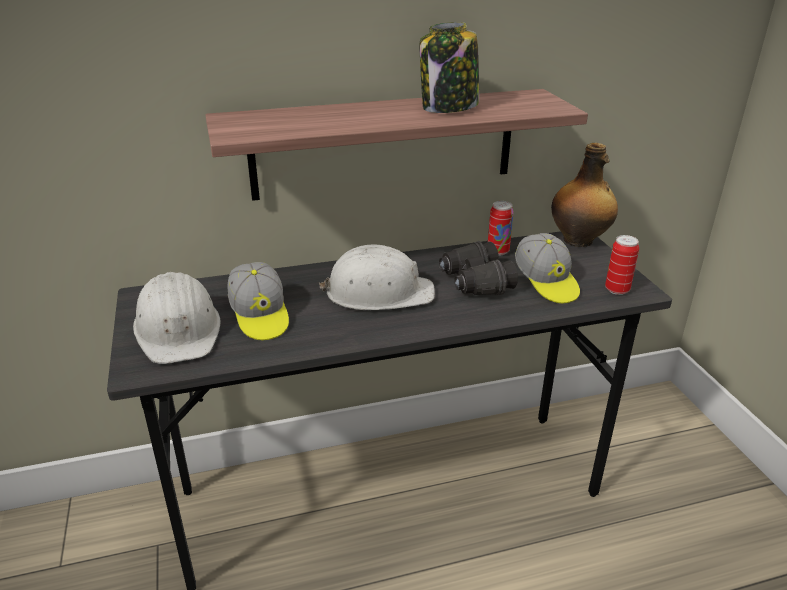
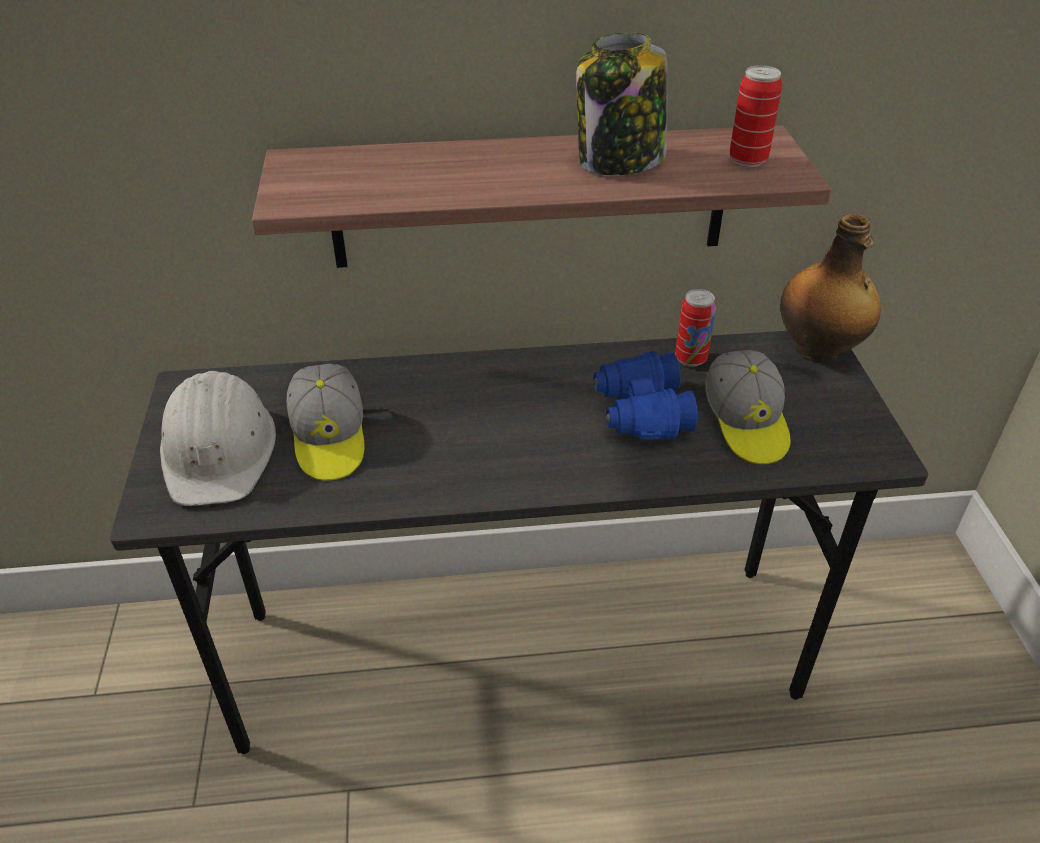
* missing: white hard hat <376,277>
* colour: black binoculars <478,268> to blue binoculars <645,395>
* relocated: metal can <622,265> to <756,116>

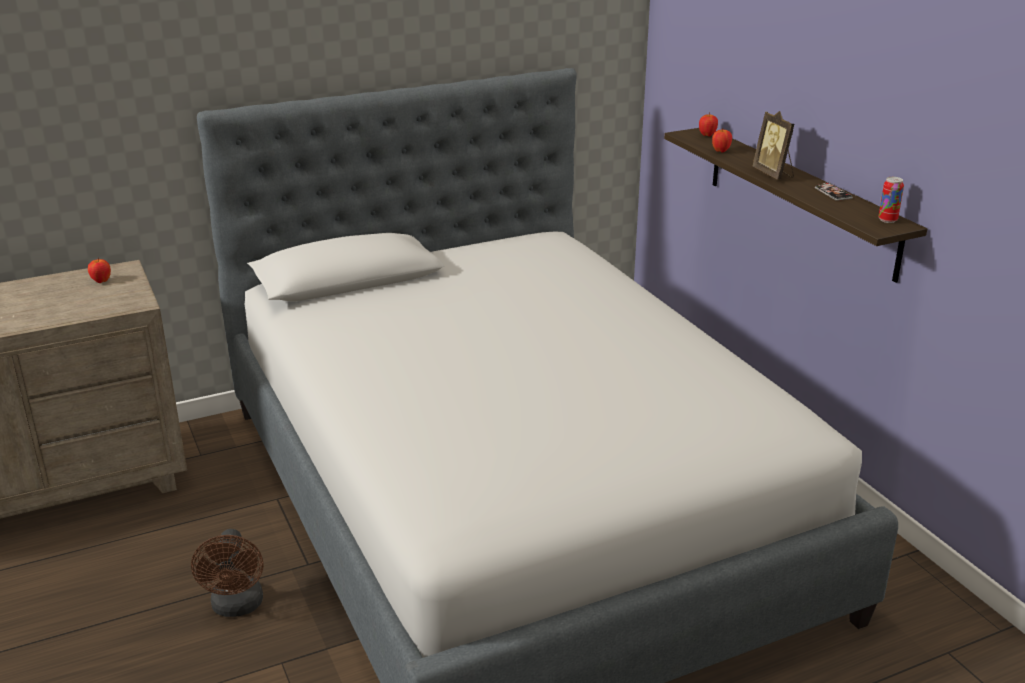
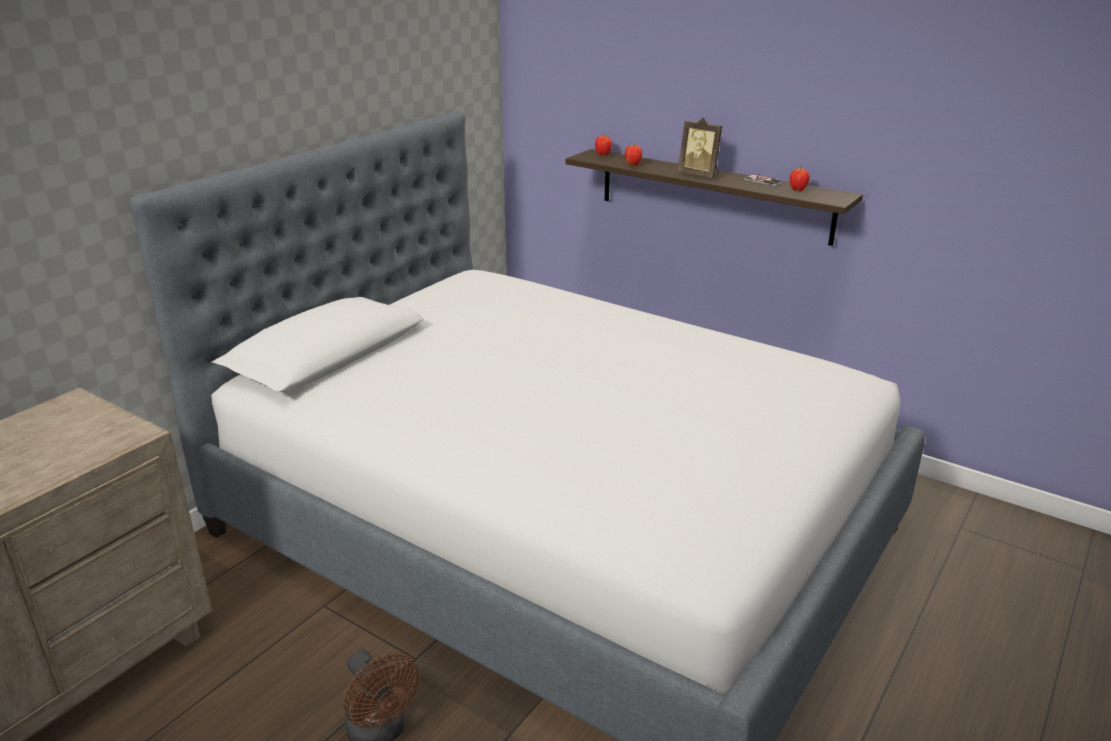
* relocated: whole apple <99,270> to <800,180>
* missing: metal can <891,200>

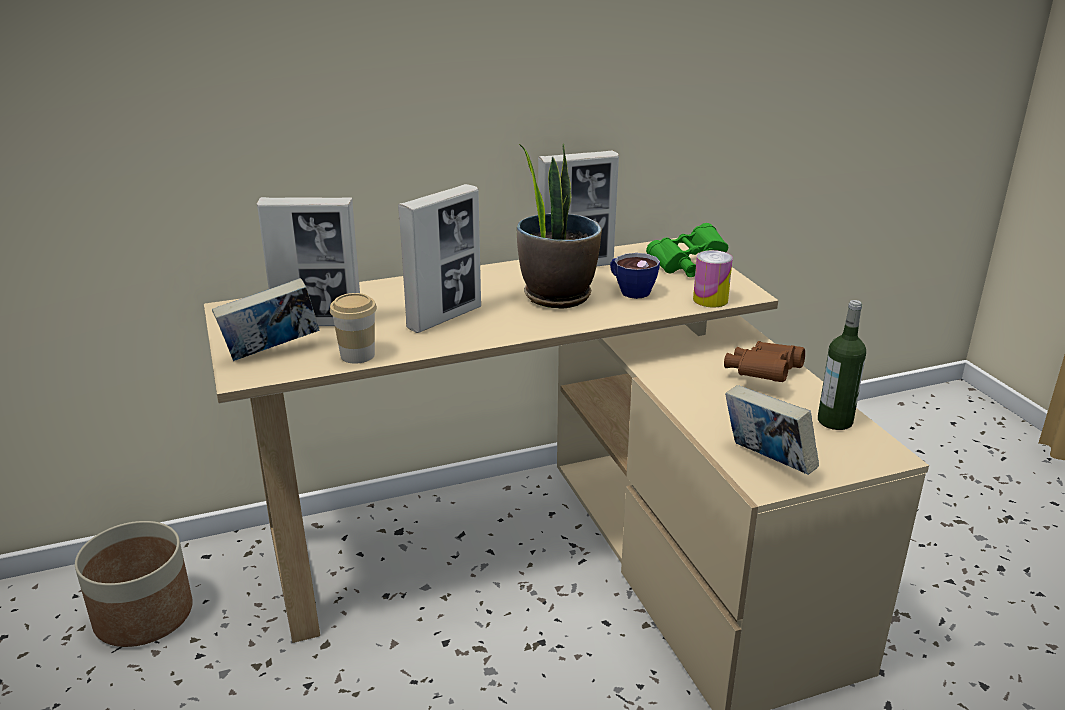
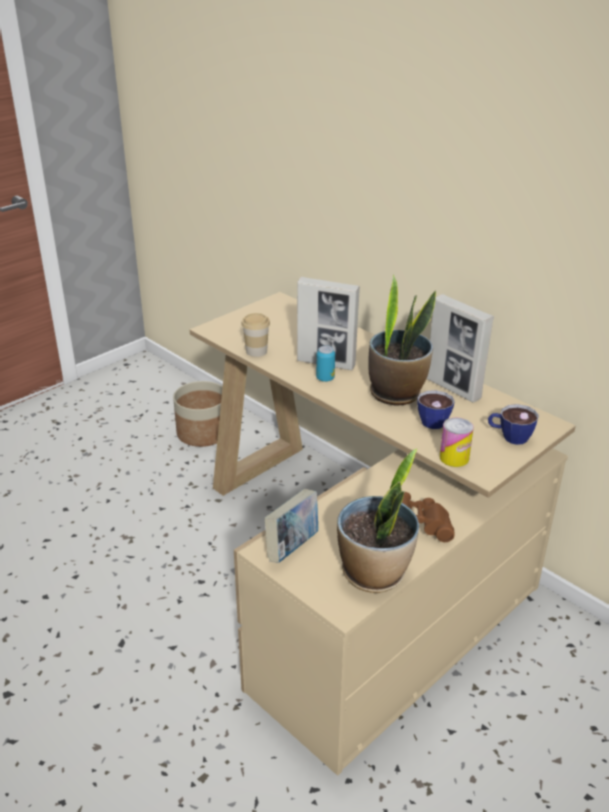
* missing: volume <265,319>
* missing: photo frame <308,261>
* exchanged: green-coloured binoculars <687,250> to drinking cup <513,424>
* exchanged: beverage bottle <842,365> to houseplant <378,521>
* appeared: metal can <325,364>

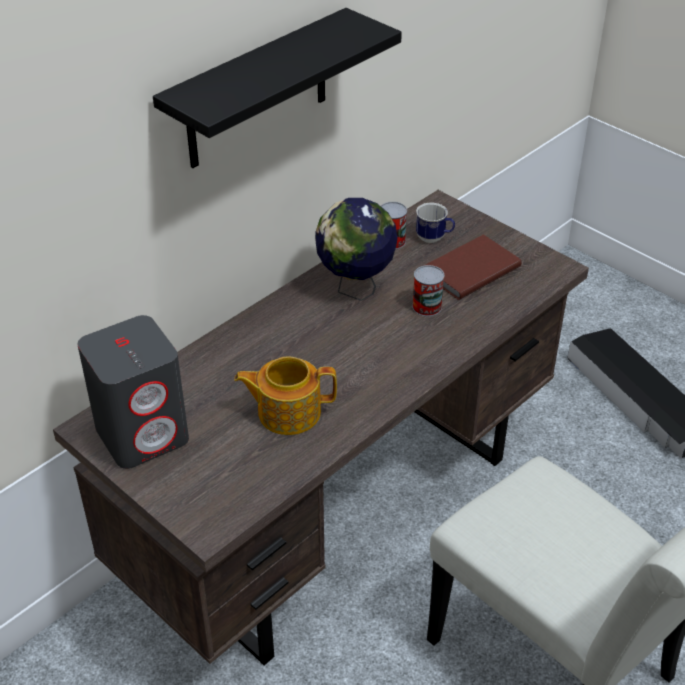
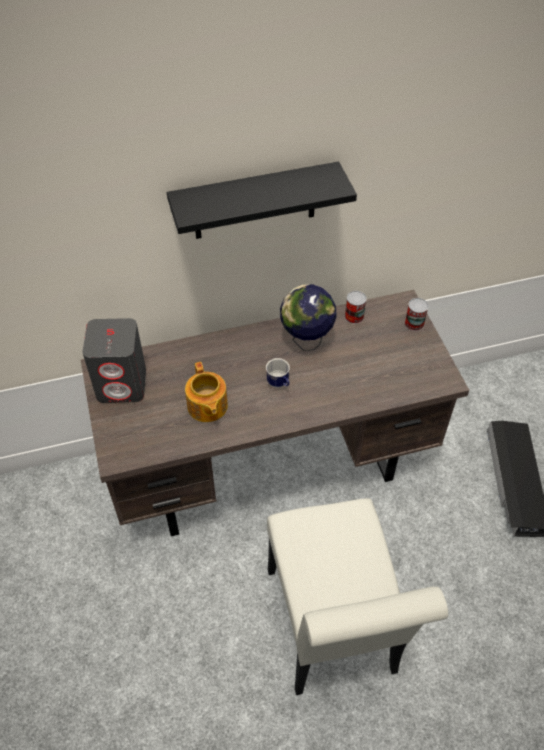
* spun: pot for tea <285,395> = <206,392> 135 degrees counterclockwise
* relocated: metal can <428,290> to <417,314>
* relocated: coffee mug <435,223> to <278,373>
* missing: brown-coloured volume <472,267>

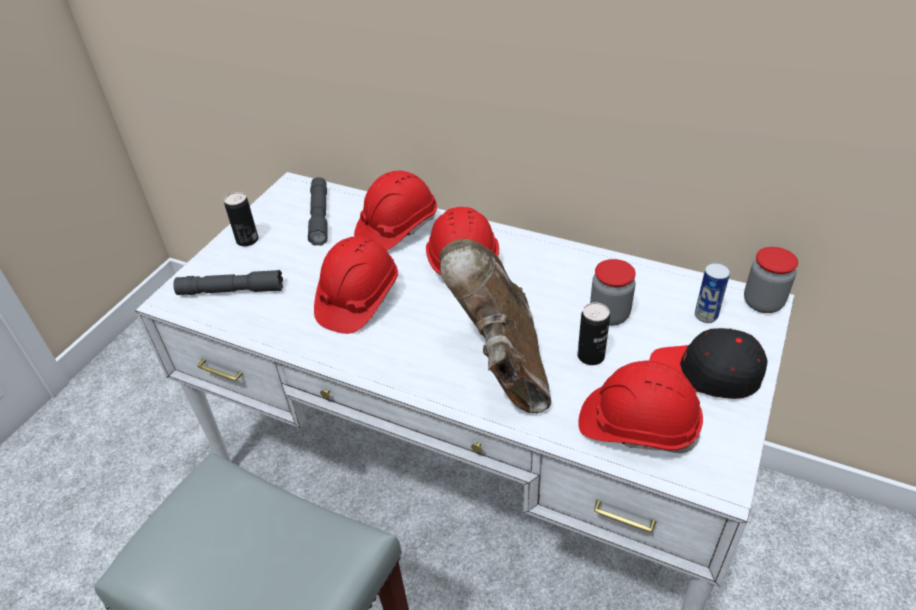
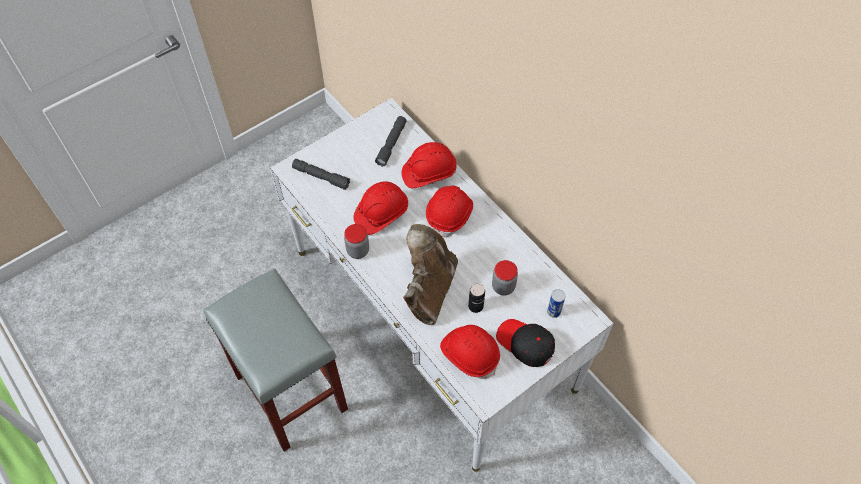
* missing: metal can <241,219>
* relocated: jar <771,280> to <356,241>

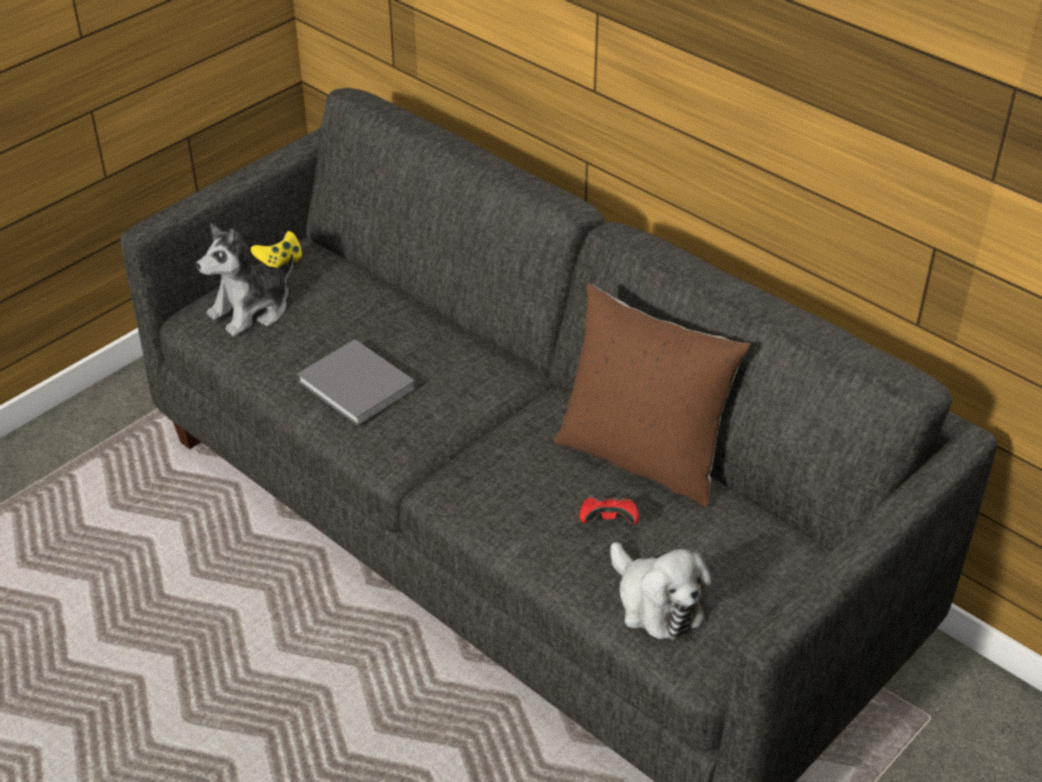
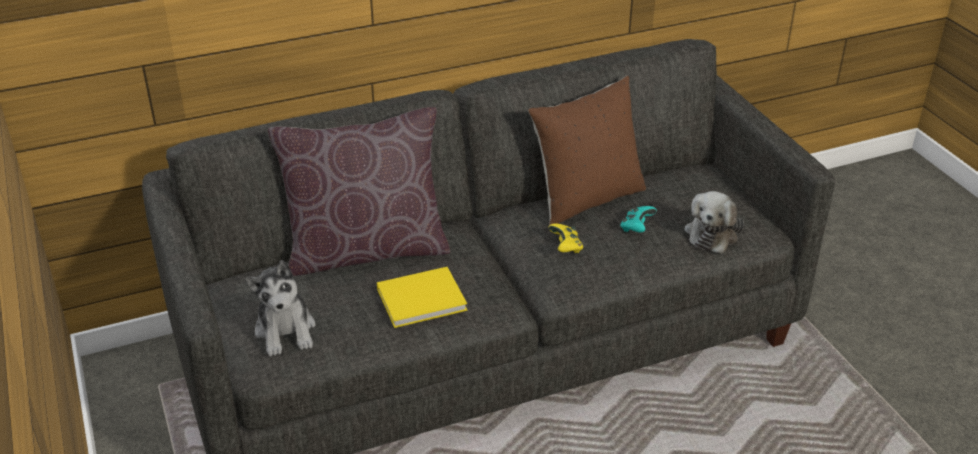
* relocated: yellow gamepad <276,249> to <565,238>
* colour: greyish volume <356,382> to yellow volume <422,297>
* colour: red-coloured gamepad <609,509> to turquoise gamepad <638,219>
* spun: soft toy <660,591> = <714,222> 120 degrees clockwise
* appeared: brown-coloured pillow <359,191>

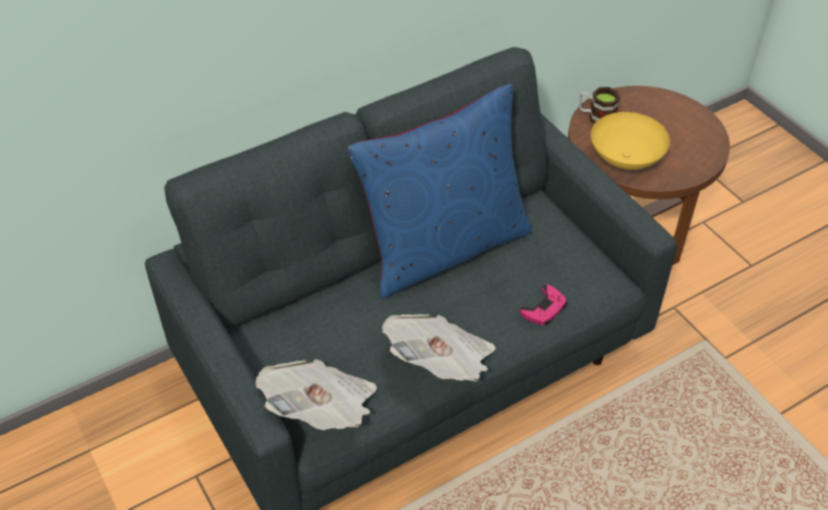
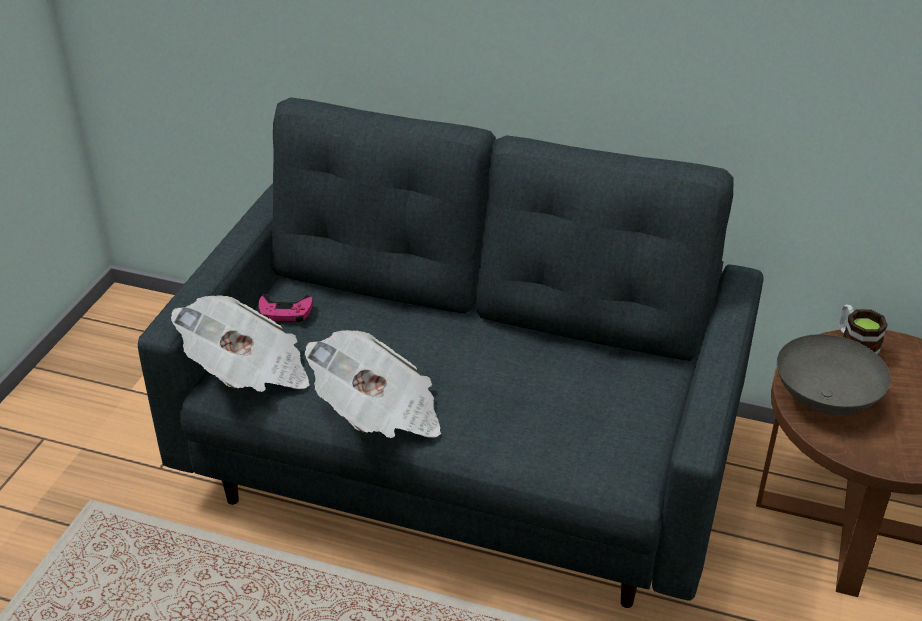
* missing: blue pillow <439,191>
* relocated: pink-coloured gamepad <543,305> to <286,308>
* colour: yellow serving bowl <630,141> to greyish serving bowl <834,374>

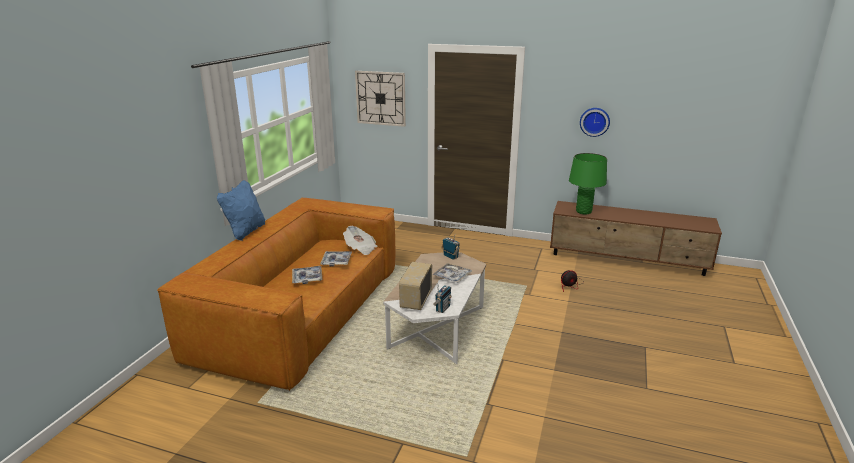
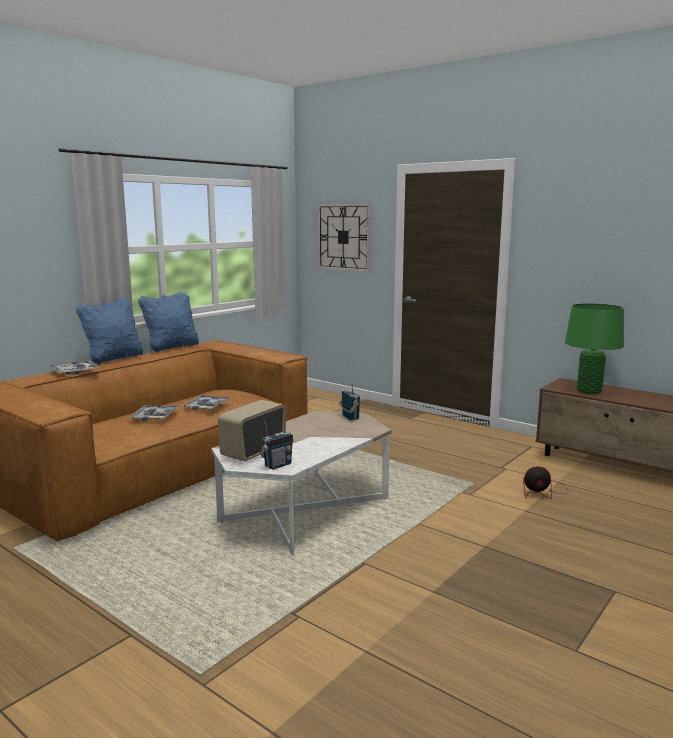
* missing: daily paper <360,240>
* relocated: serving tray <452,273> to <75,367>
* missing: hanging clock <595,122>
* appeared: blue pillow <168,322>

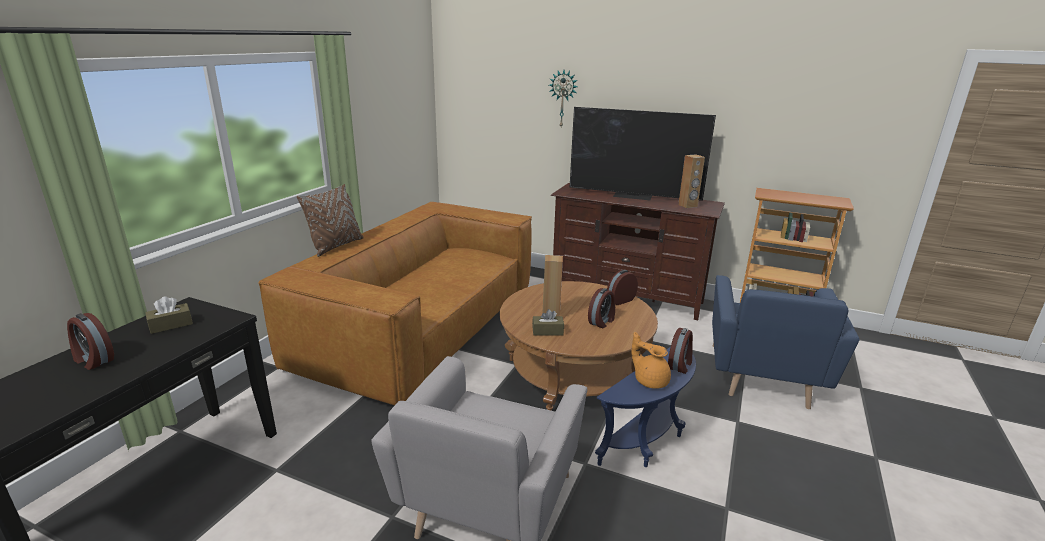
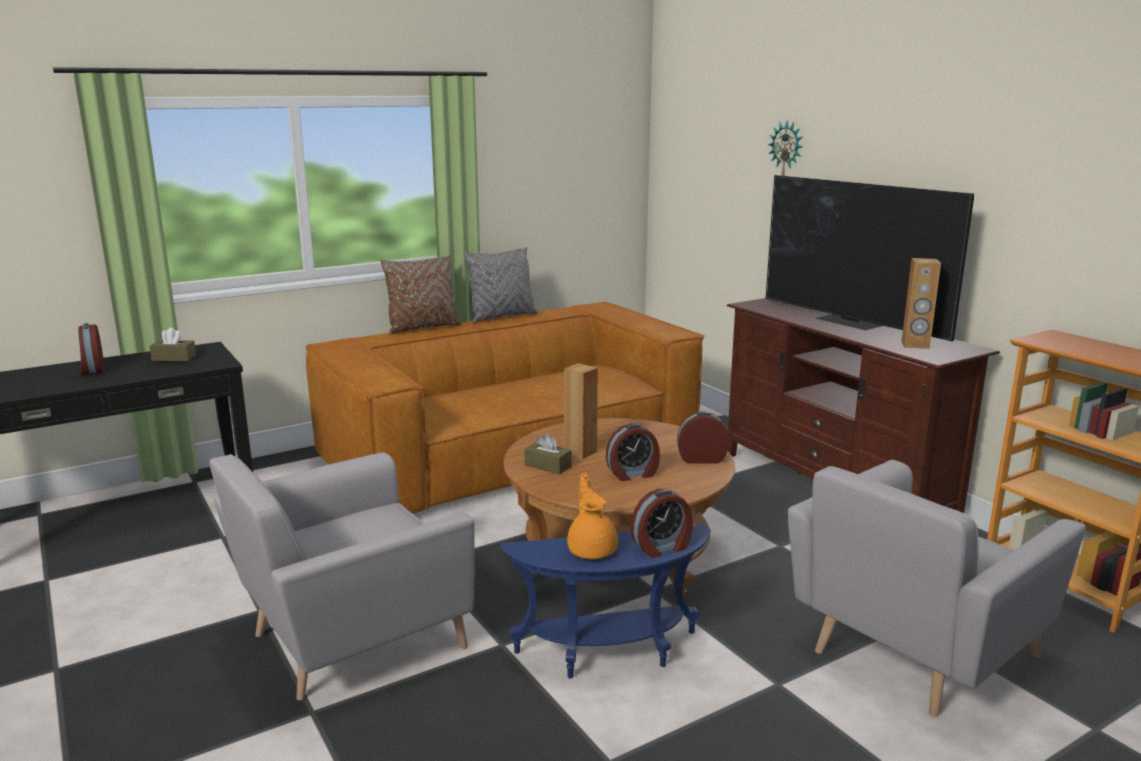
* colour: blue armchair <786,342> to greyish armchair <937,588>
* appeared: greyish pillow <500,285>

